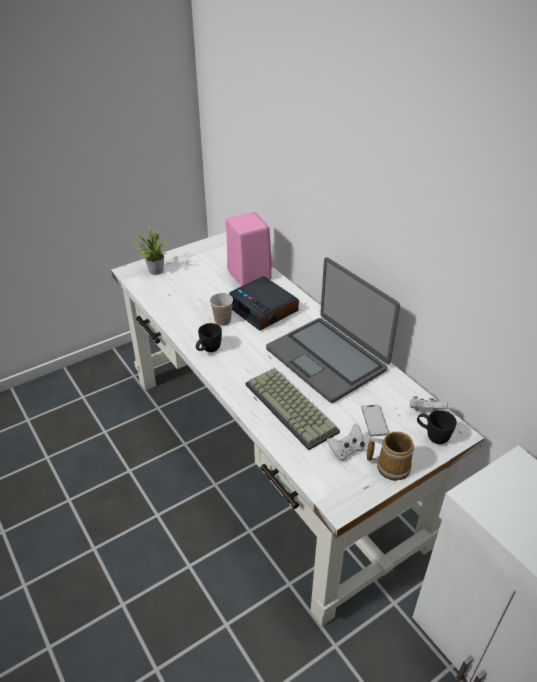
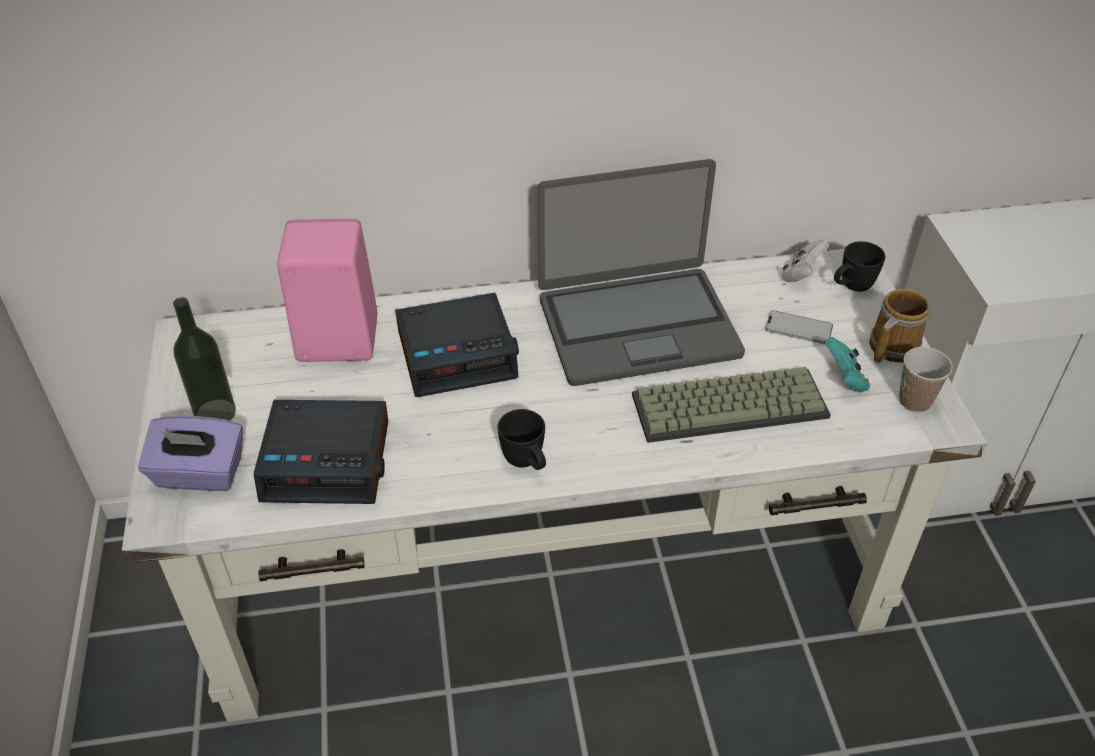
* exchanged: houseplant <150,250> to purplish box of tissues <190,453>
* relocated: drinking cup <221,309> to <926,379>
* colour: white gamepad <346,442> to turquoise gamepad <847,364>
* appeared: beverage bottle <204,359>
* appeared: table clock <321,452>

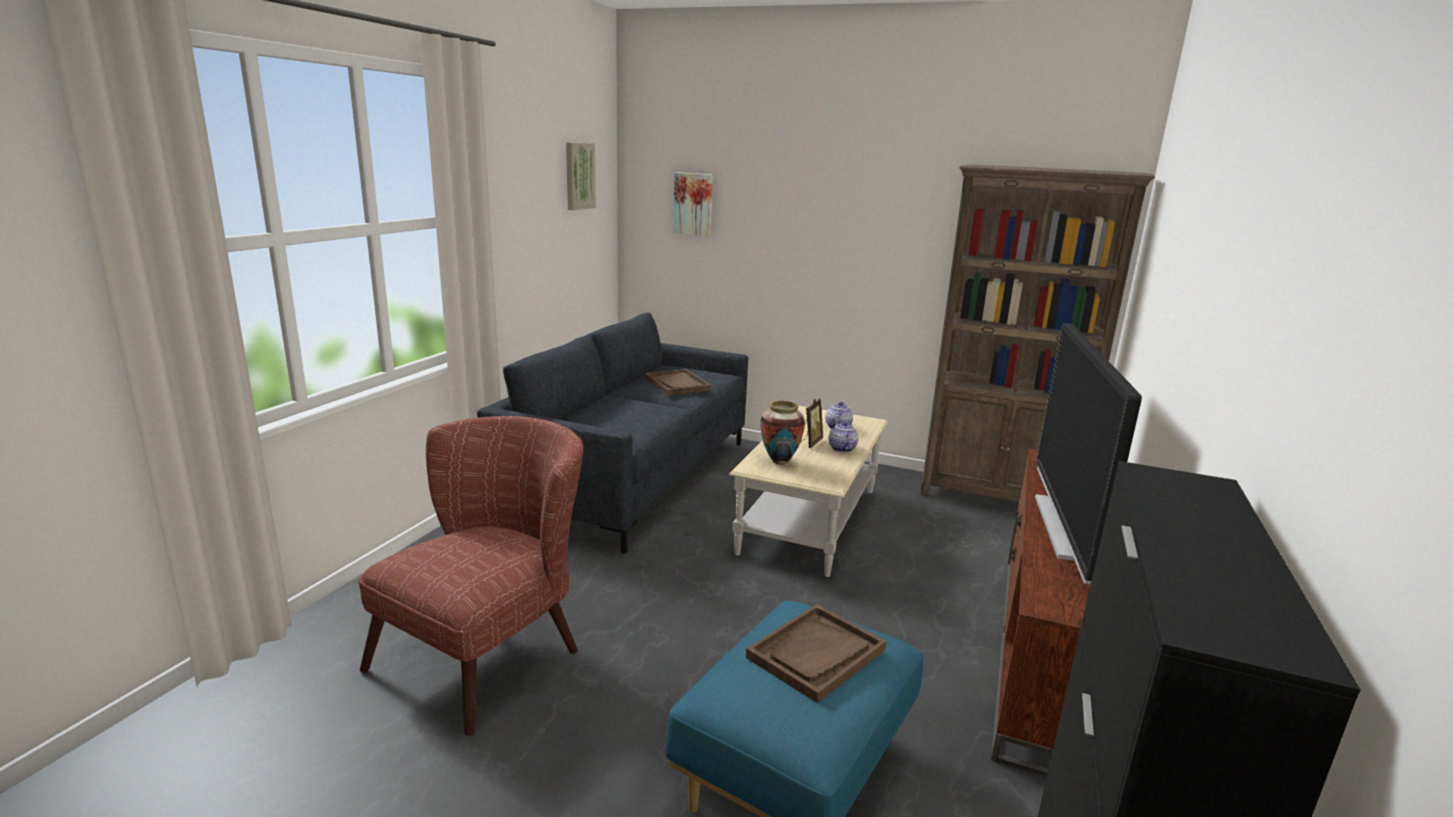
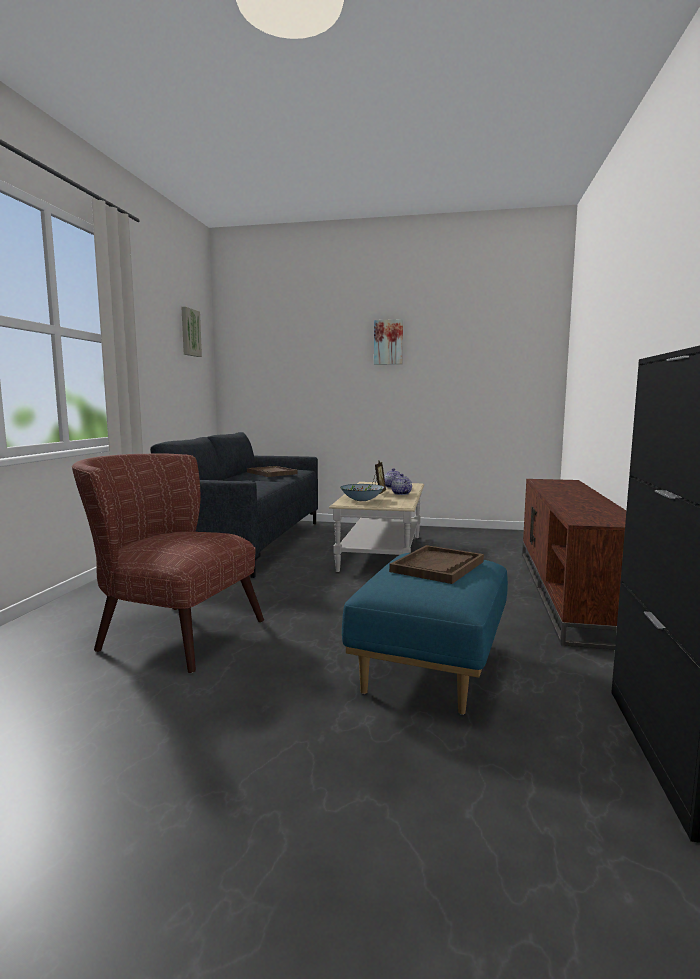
* spun: brown-coloured armchair <470,576> = <168,563> 90 degrees counterclockwise
* relocated: picture <693,204> to <388,342>
* exchanged: flower vase <782,432> to serving bowl <362,492>
* missing: brown-coloured bookcase <1037,333>
* missing: TV set <1088,454>

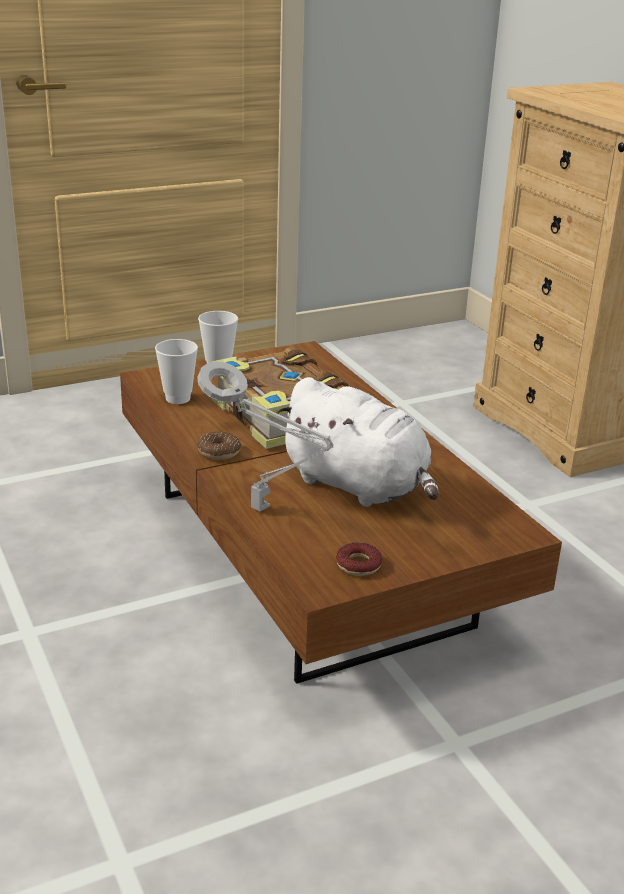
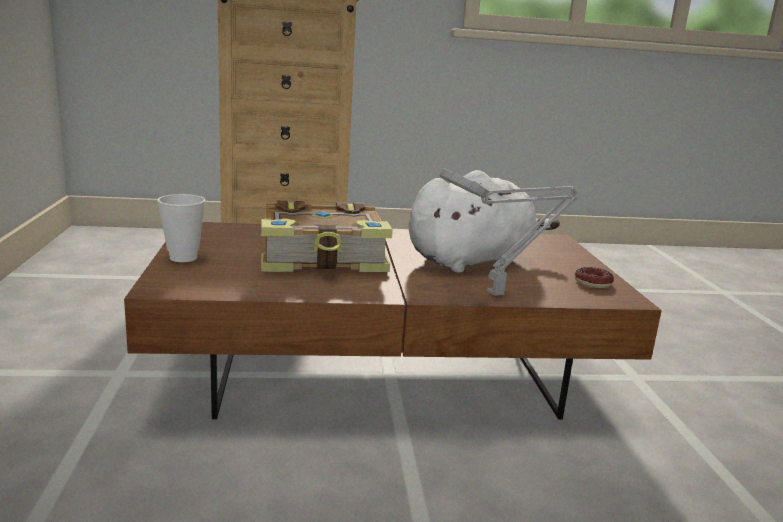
* missing: drinking cup <176,371>
* missing: donut <219,445>

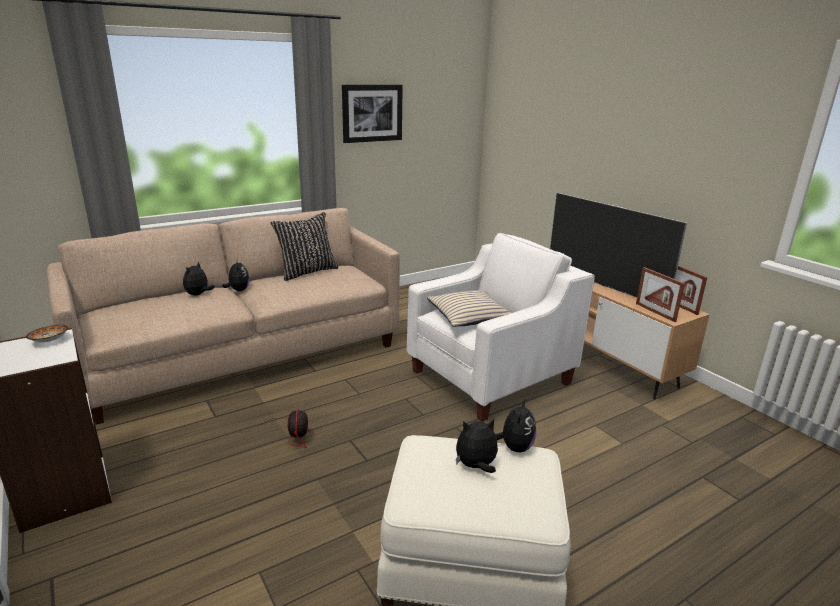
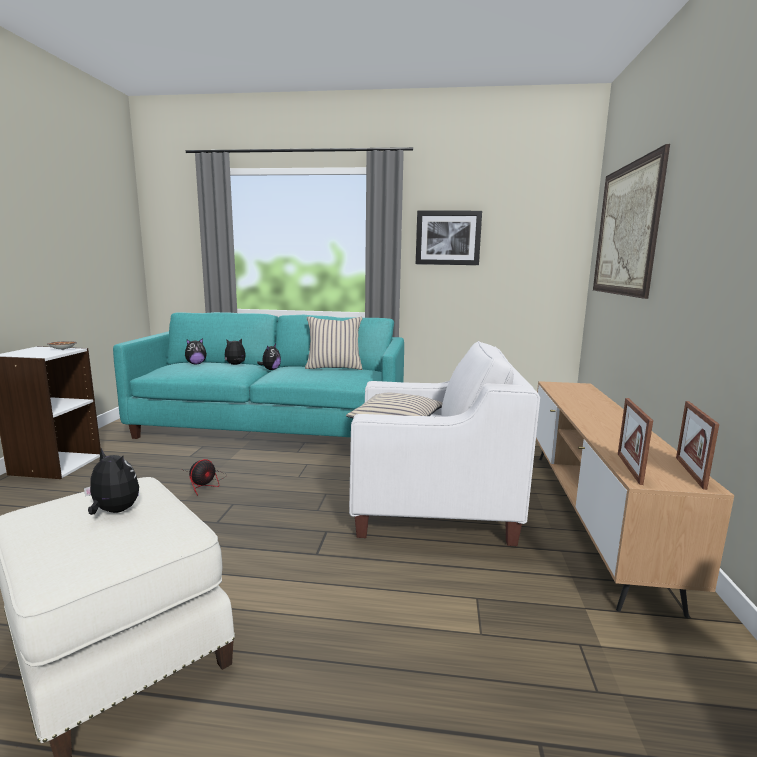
* colour: sand-coloured sofa <223,316> to turquoise sofa <258,375>
* colour: black pillow <305,246> to sand-coloured pillow <334,343>
* relocated: soft toy <515,425> to <196,351>
* missing: TV set <618,245>
* appeared: picture <631,221>

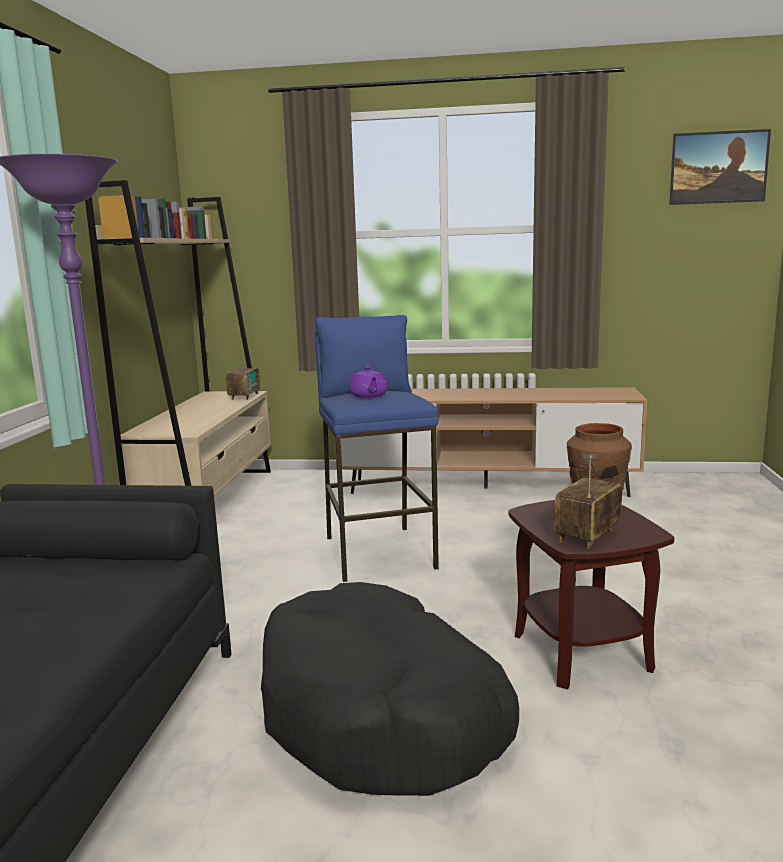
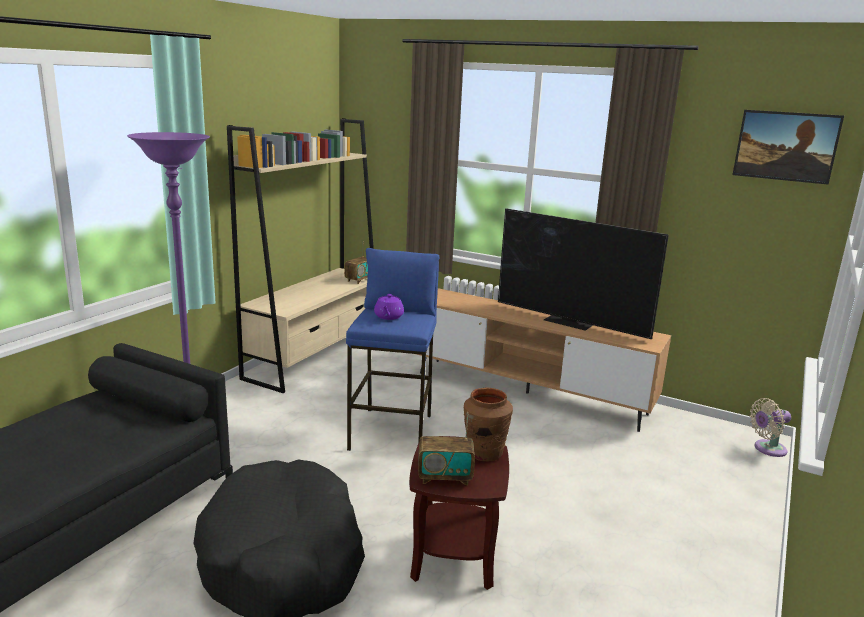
* spun: radio <588,502> = <446,448> 150 degrees counterclockwise
* appeared: TV set <583,273>
* appeared: sand-coloured electric fan <770,427>

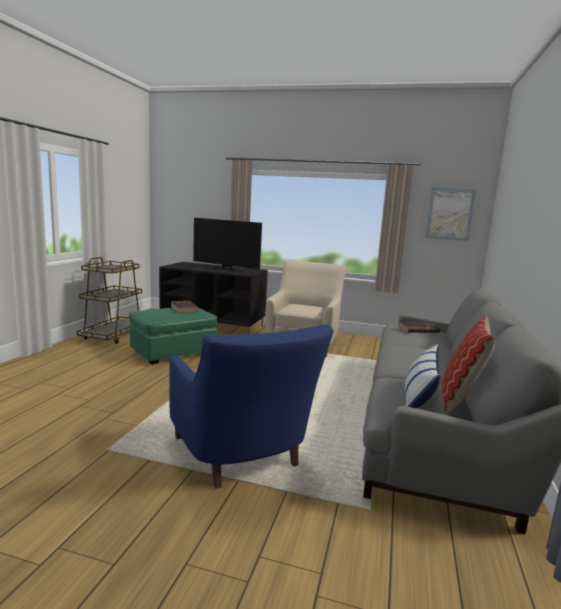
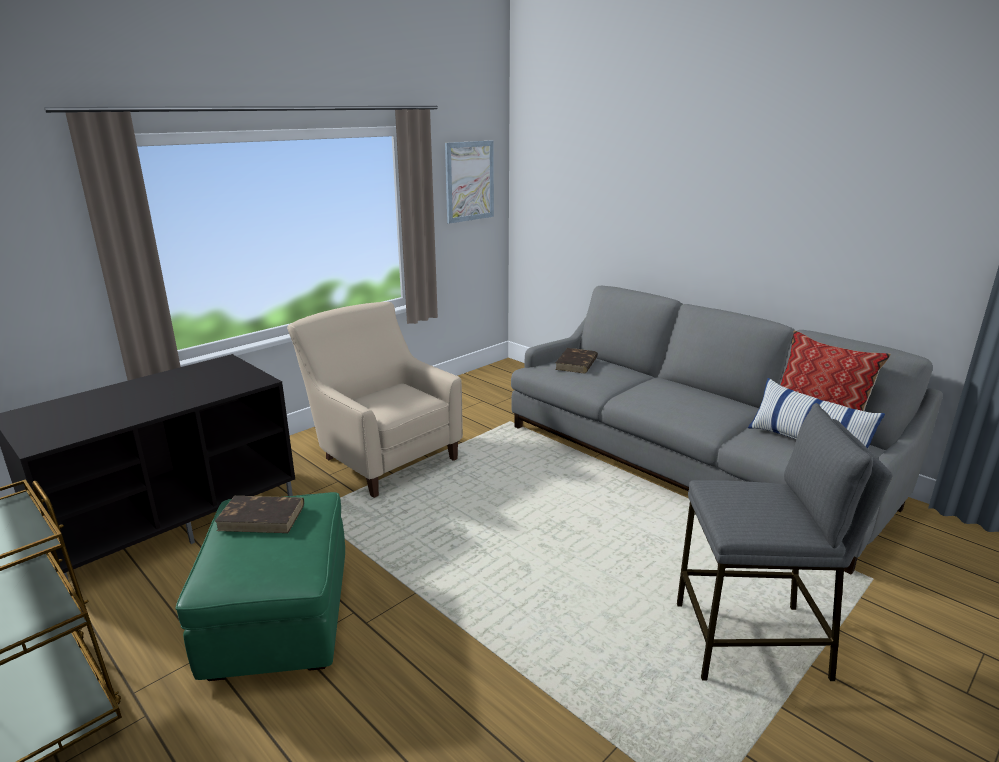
* exchanged: blue armchair <251,406> to greyish stool <785,542>
* missing: TV set <227,244>

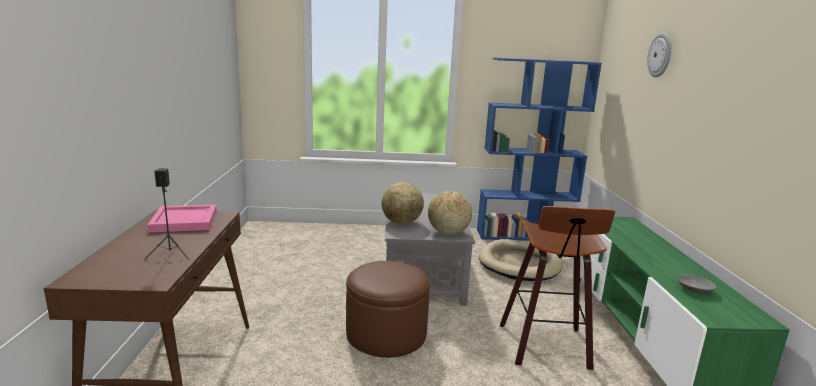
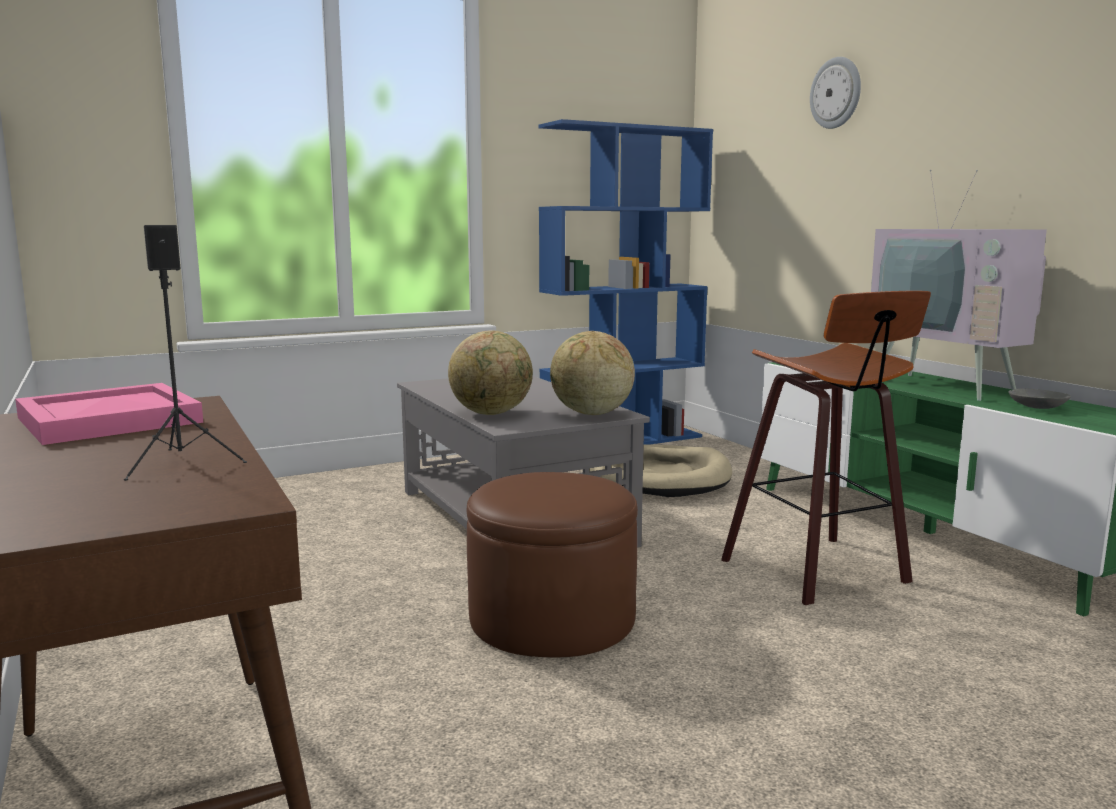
* appeared: TV set <959,285>

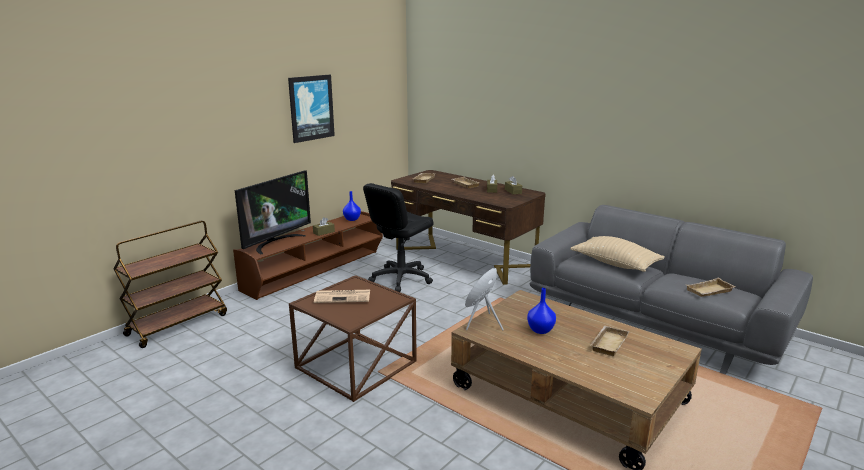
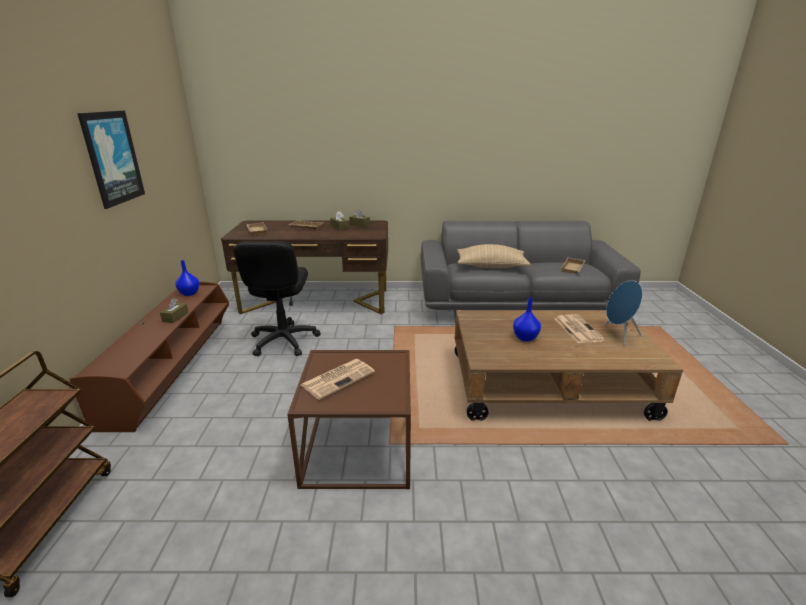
* missing: TV set <273,212>
* relocated: blue speaker <484,299> to <623,313>
* exchanged: sand-coloured serving tray <609,341> to daily paper <580,328>

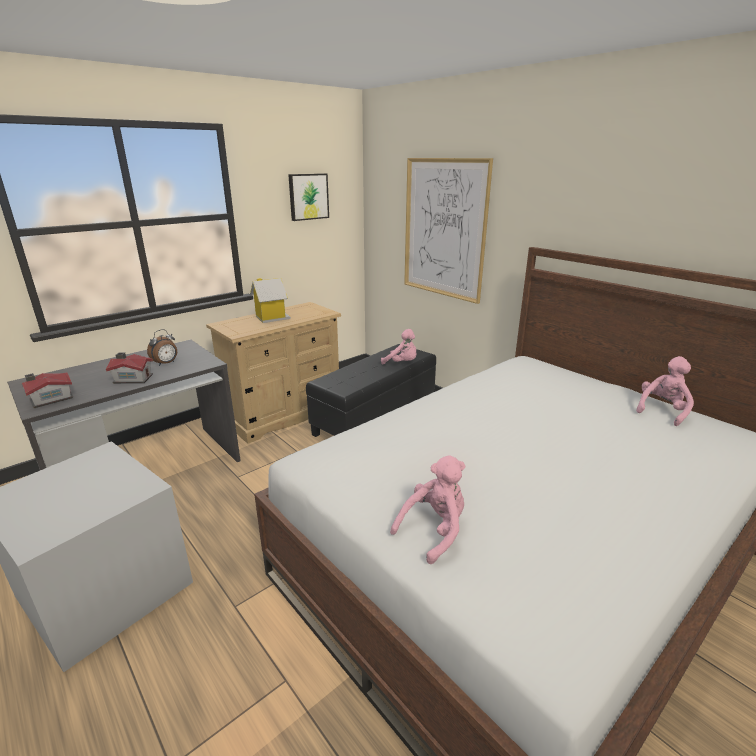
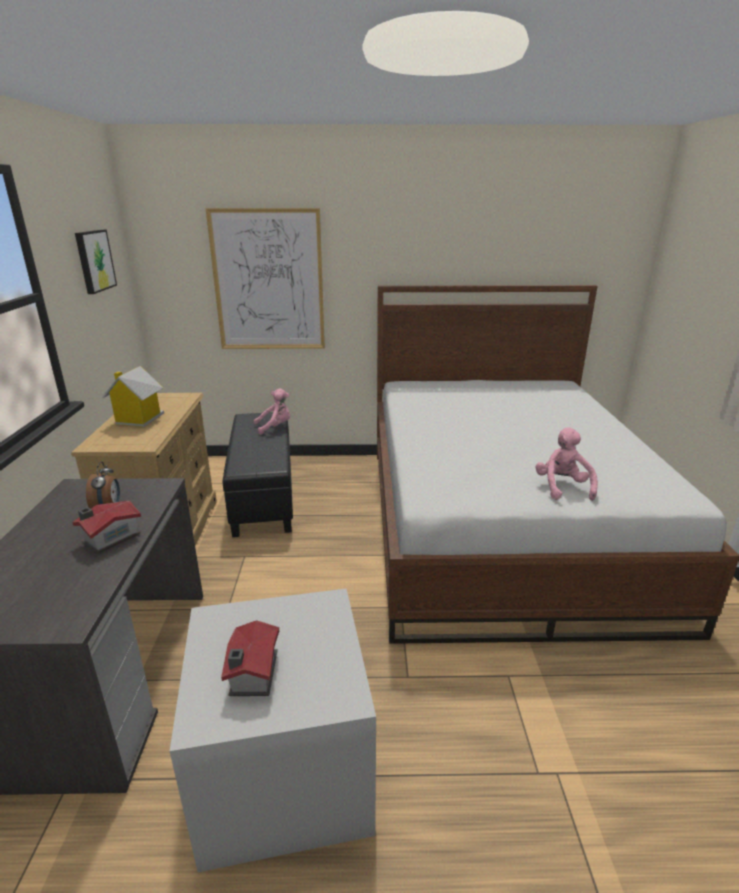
* relocated: toy house <47,390> to <250,658>
* missing: pink-coloured soft toy <665,391>

